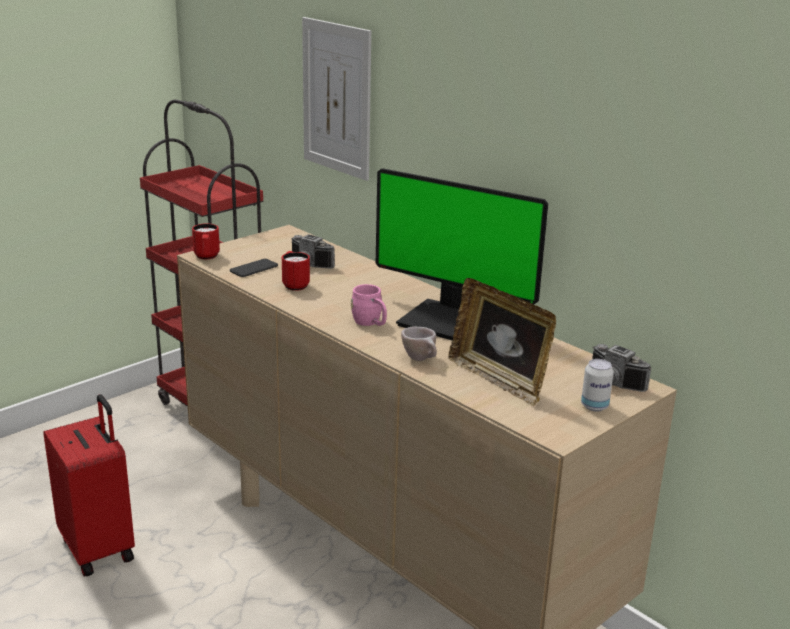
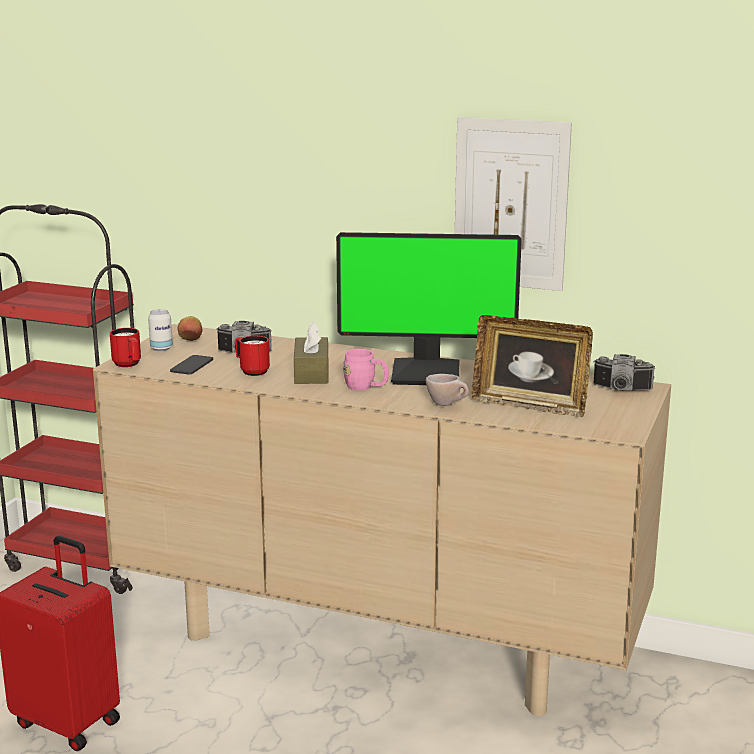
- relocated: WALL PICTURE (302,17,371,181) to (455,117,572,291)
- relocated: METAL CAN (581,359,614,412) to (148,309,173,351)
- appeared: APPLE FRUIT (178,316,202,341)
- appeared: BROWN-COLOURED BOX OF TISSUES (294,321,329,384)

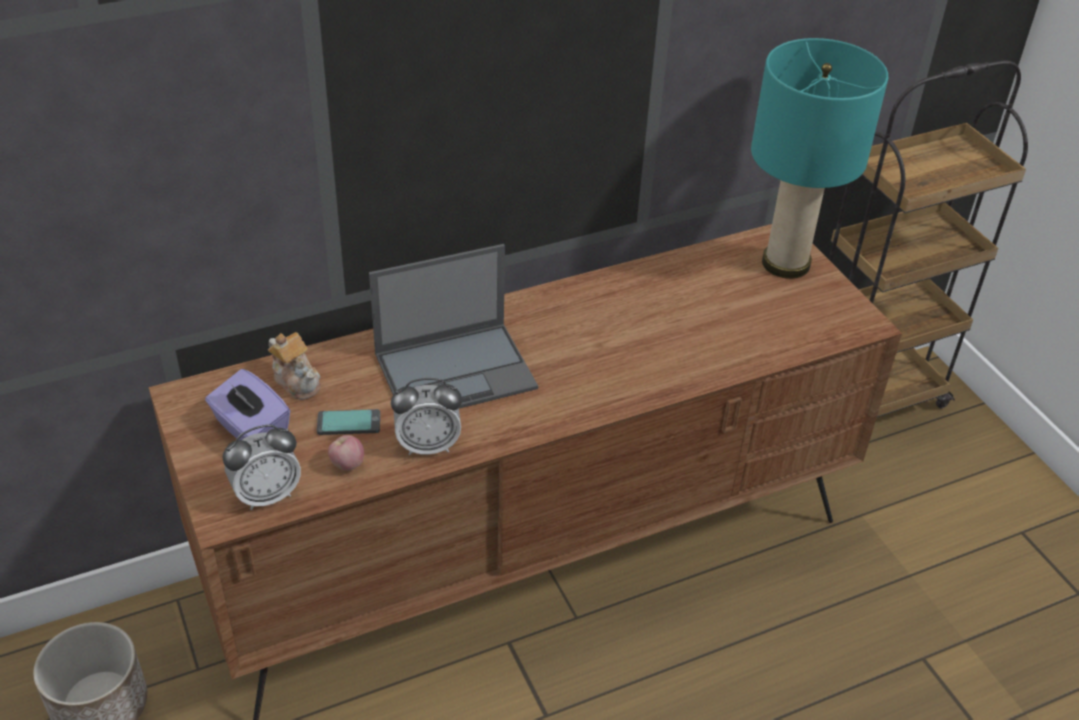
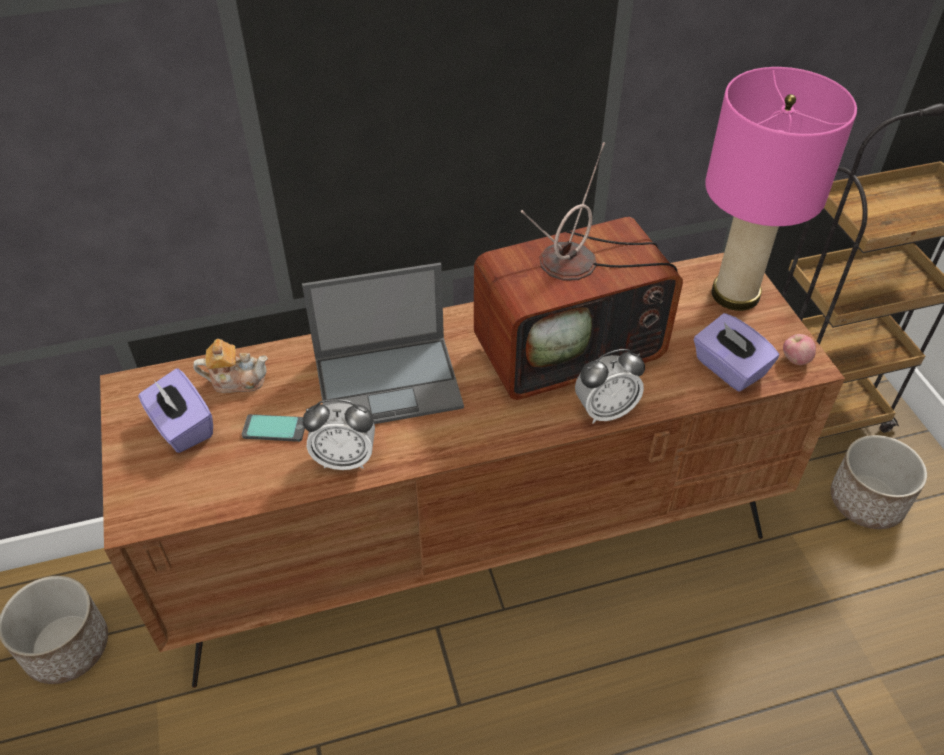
- relocated: BEDSIDE CLOCK (223,425,301,510) to (575,349,645,424)
- spun: TEA POT (268,332,321,400) = (193,339,268,393) 60 degrees counterclockwise
- relocated: APPLE FRUIT (328,435,364,471) to (783,334,816,365)
- colour: TURQUOISE-COLOURED LAMP FOR A TABLE (751,38,888,279) to PINKISH LAMP FOR A TABLE (705,67,857,311)
- appeared: TELEVISION (474,142,683,400)
- appeared: PURPLISH BOX OF TISSUES (693,313,779,392)
- appeared: PLANTER (831,435,927,529)

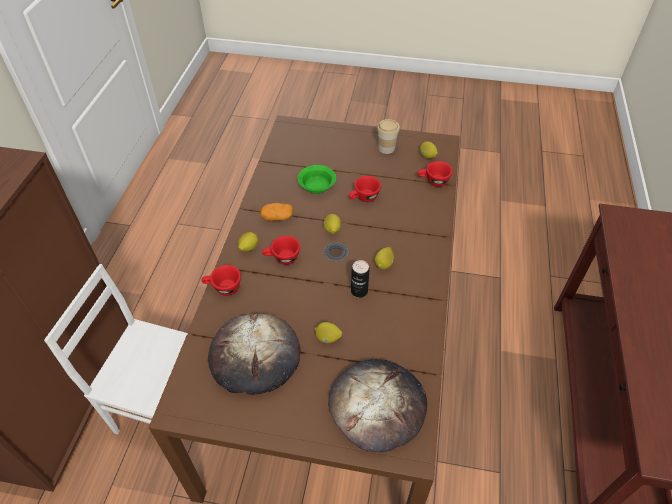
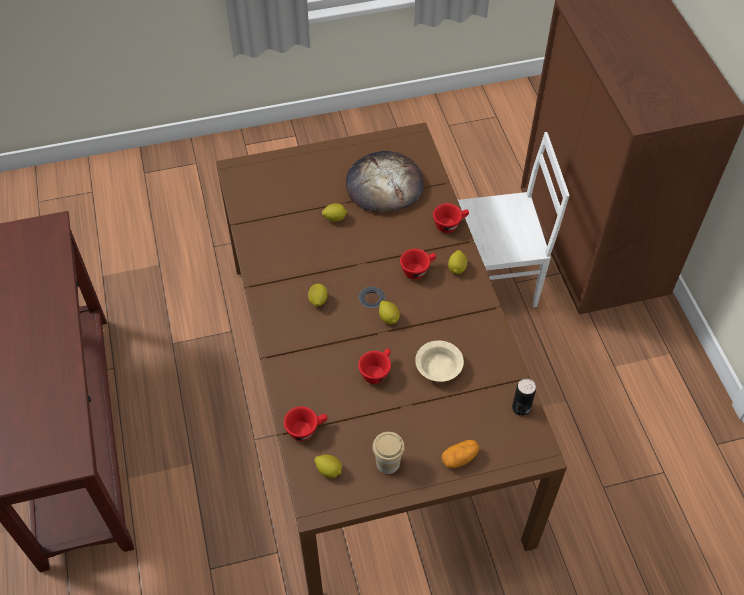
- relocated: SPUD (261,203,293,221) to (441,440,479,468)
- colour: GREEN-COLOURED SERVING BOWL (298,165,336,194) to SAND-COLOURED SERVING BOWL (415,341,464,382)
- missing: BAKED BREAD (328,359,427,453)
- relocated: METAL CAN (351,260,370,298) to (512,378,536,416)

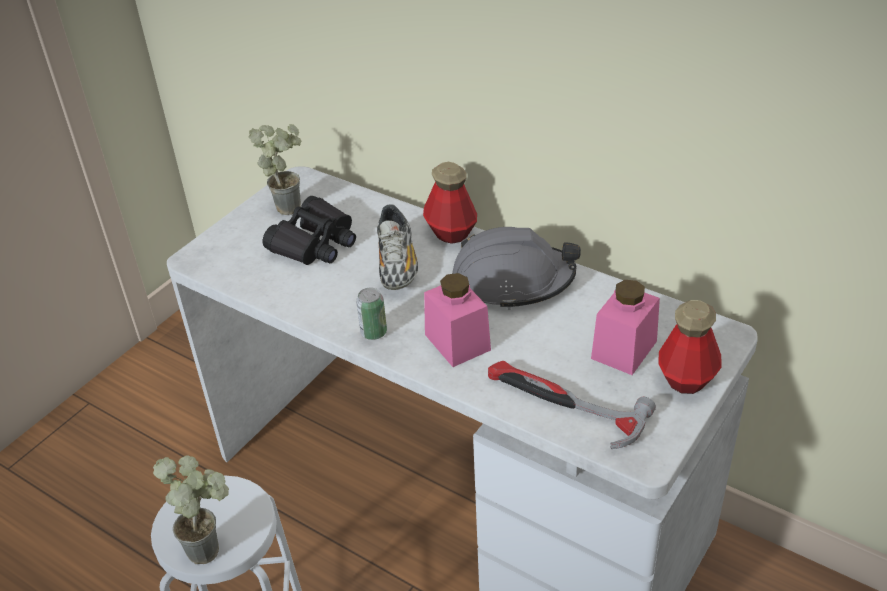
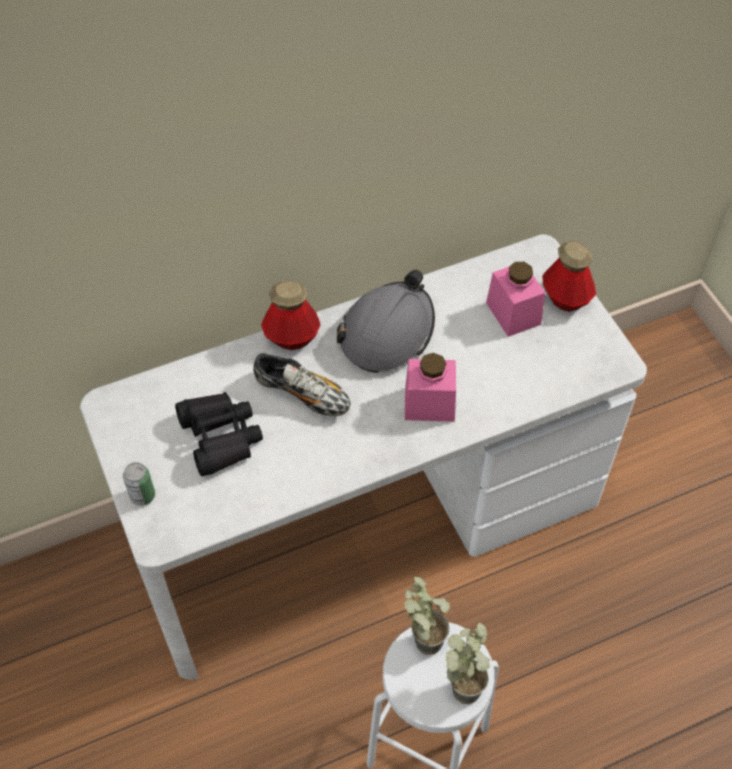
- relocated: HOUSEPLANT (249,124,301,215) to (404,577,450,655)
- relocated: METAL CAN (356,287,387,340) to (123,462,155,506)
- missing: HAND HAMMER (488,361,656,449)

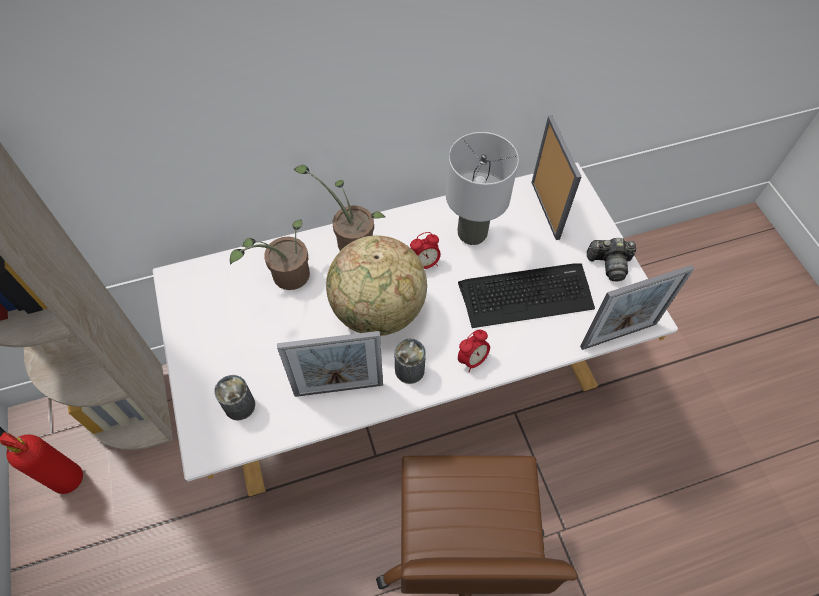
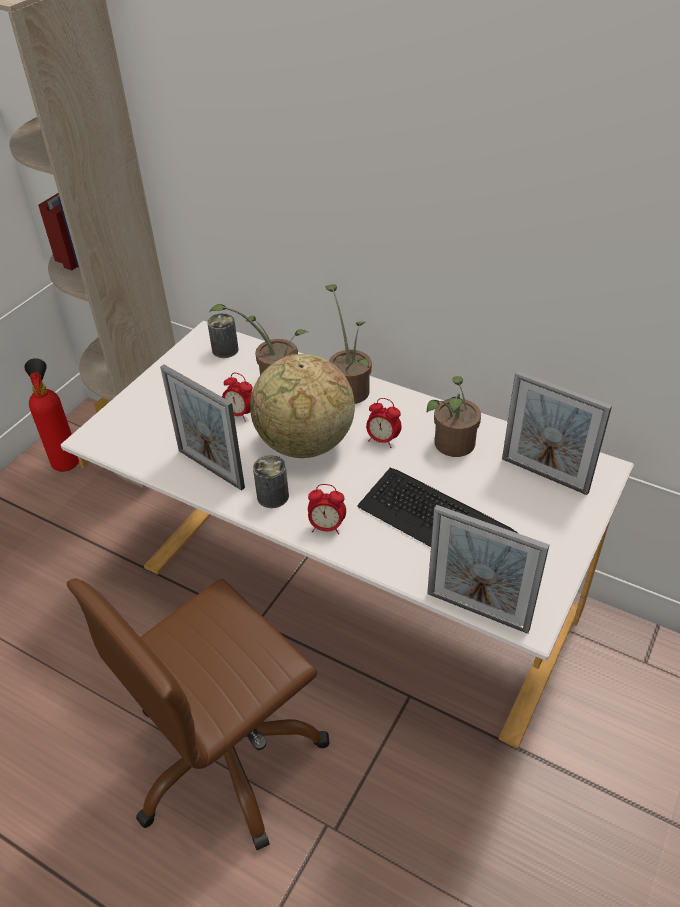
- relocated: METAL CAN (214,375,255,421) to (207,313,238,358)
- exchanged: WHITE LAMP FOR A TABLE (446,132,519,245) to HOUSEPLANT (427,376,481,457)
- spun: PHOTO FRAME (531,115,582,240) = (502,371,612,495) 90 degrees clockwise
- missing: STILL CAMERA (587,238,636,281)
- appeared: BEDSIDE CLOCK (222,373,253,422)

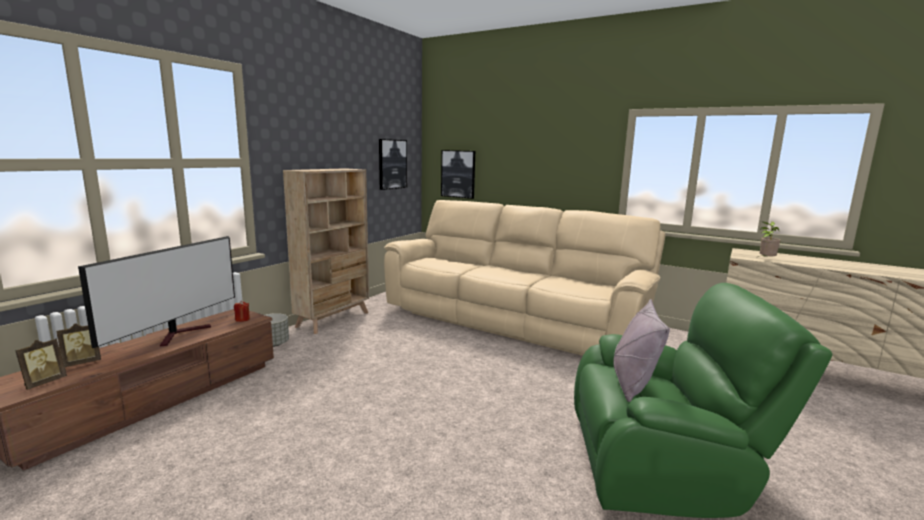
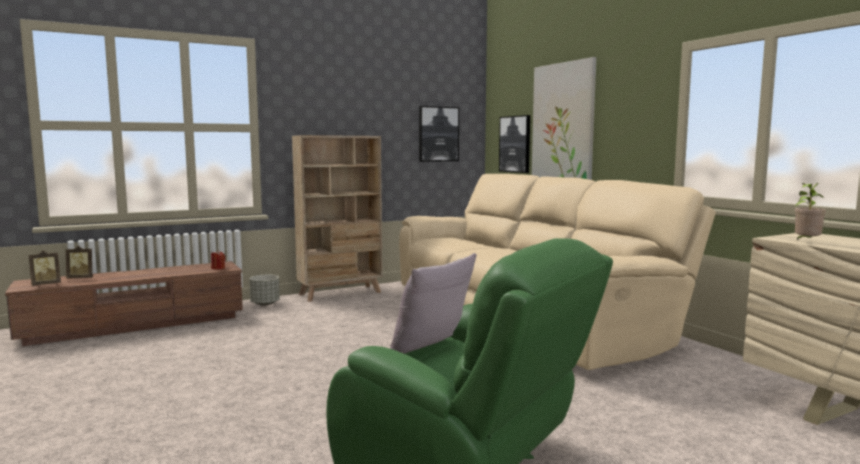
- missing: TELEVISION (78,236,235,348)
- appeared: WALL PICTURE (532,57,596,180)

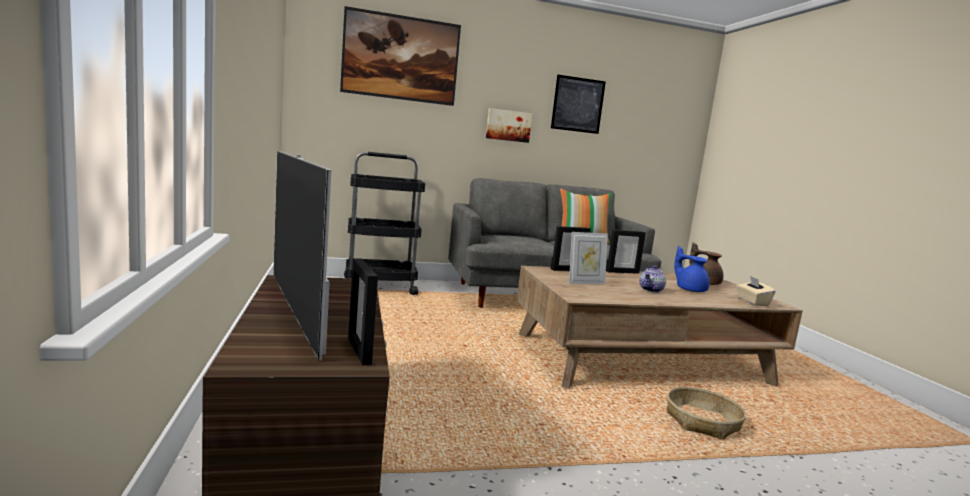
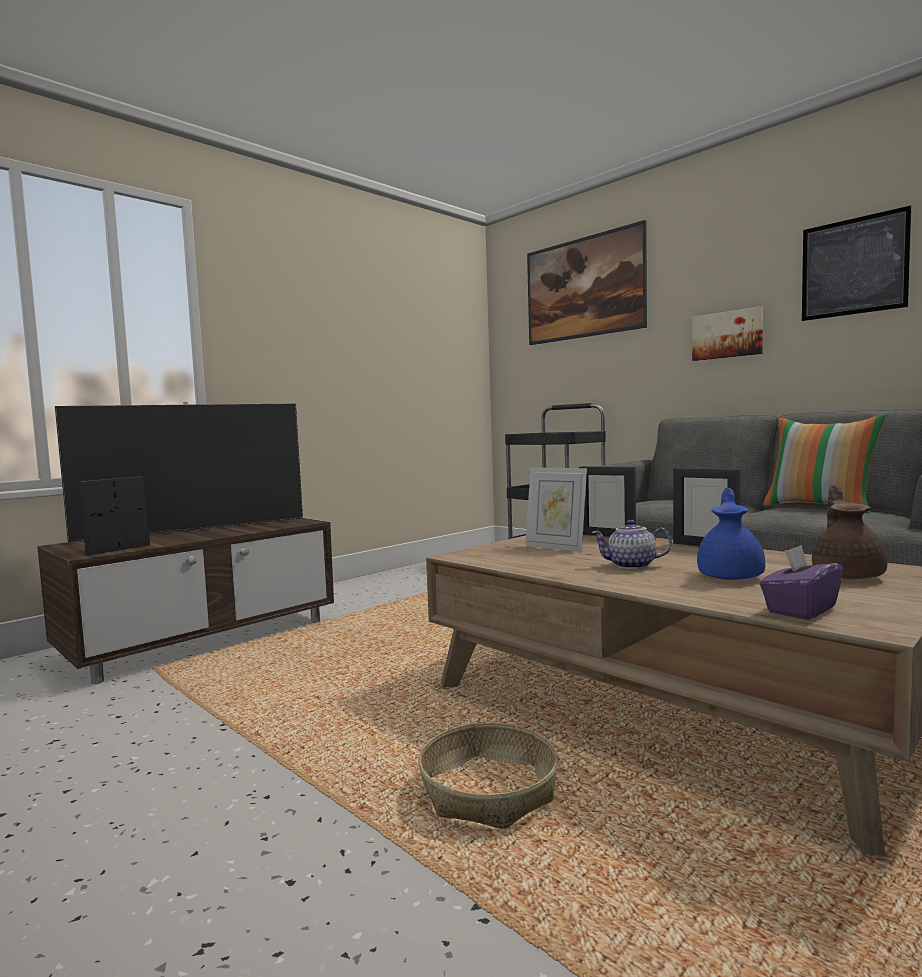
- spun: TELEVISION (273,151,331,360) = (55,402,303,542) 150 degrees counterclockwise
- colour: SAND-COLOURED BOX OF TISSUES (736,276,775,306) to PURPLISH BOX OF TISSUES (760,545,843,620)

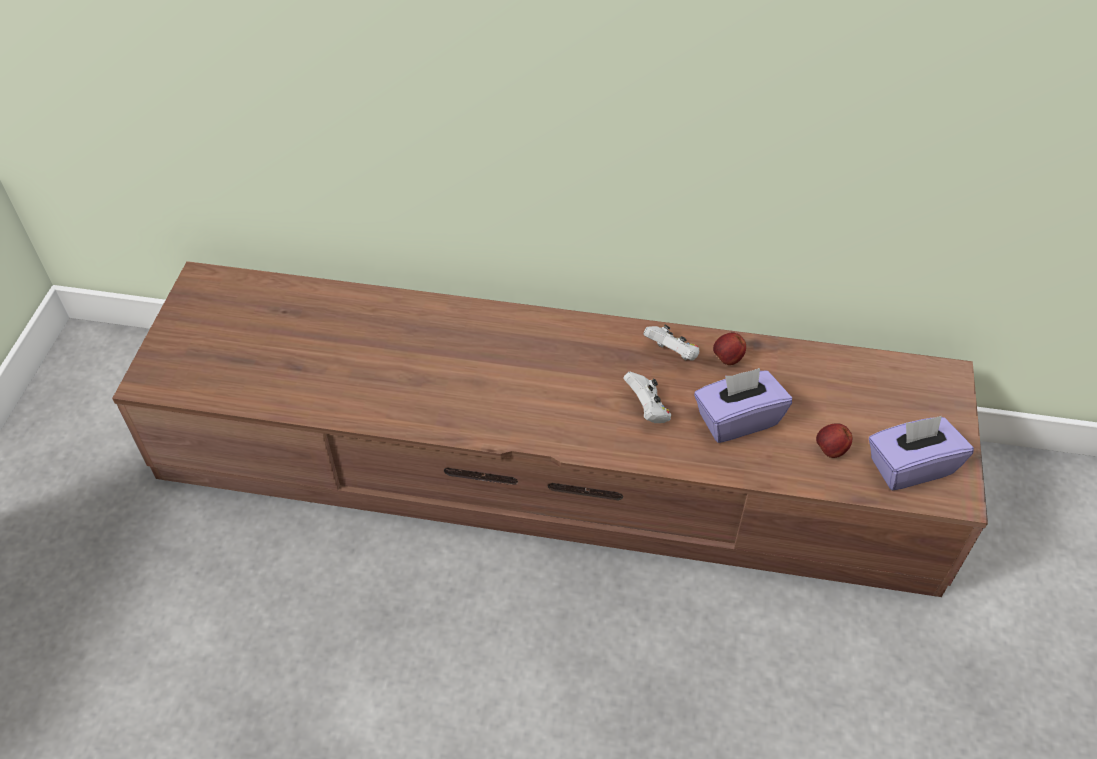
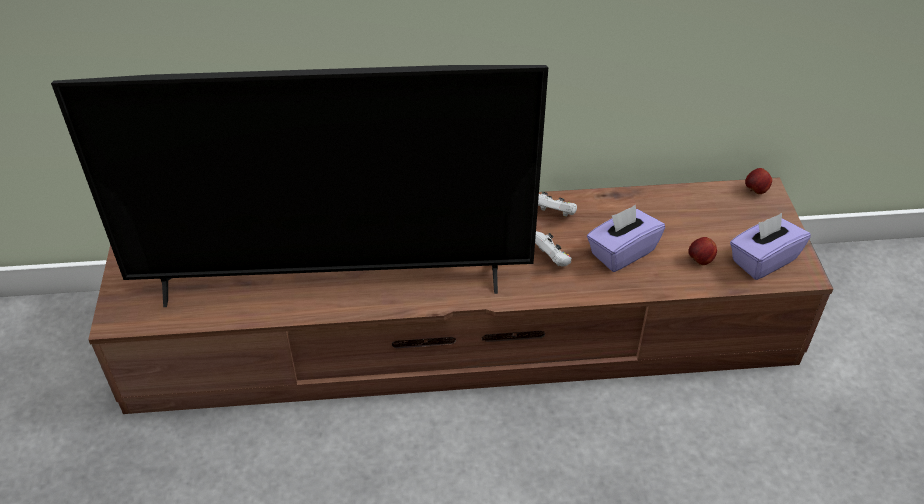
- relocated: APPLE FRUIT (713,332,746,365) to (745,168,772,194)
- appeared: TELEVISION (51,65,548,307)

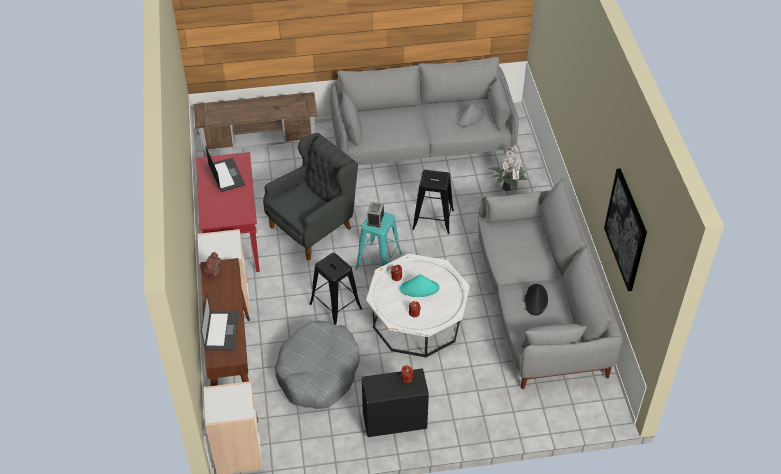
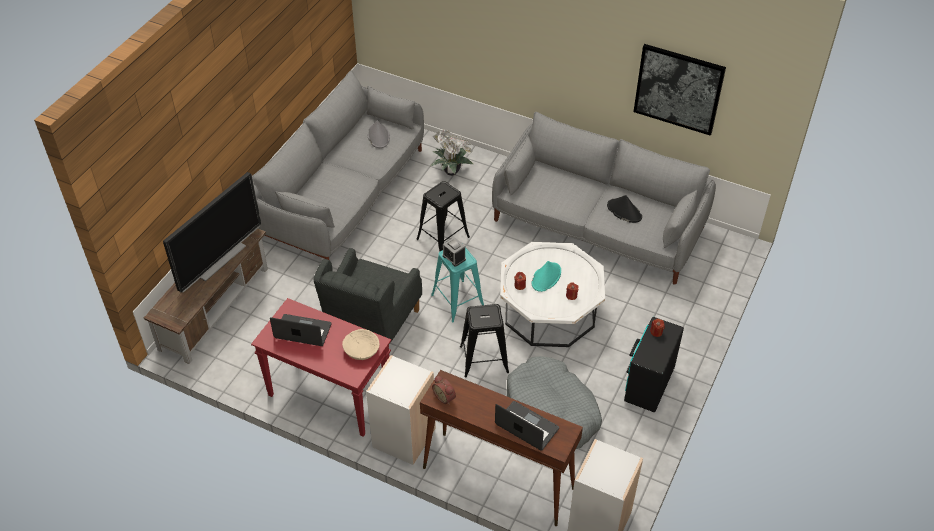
- spun: GREY ARMCHAIR (263,133,358,261) = (313,248,422,344) 150 degrees counterclockwise
- appeared: TELEVISION (163,172,261,292)
- appeared: SAND-COLOURED SERVING BOWL (342,329,379,360)

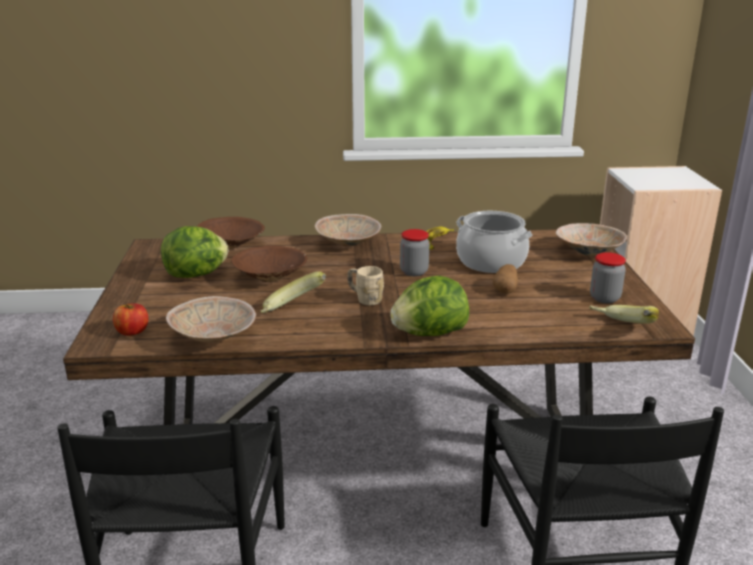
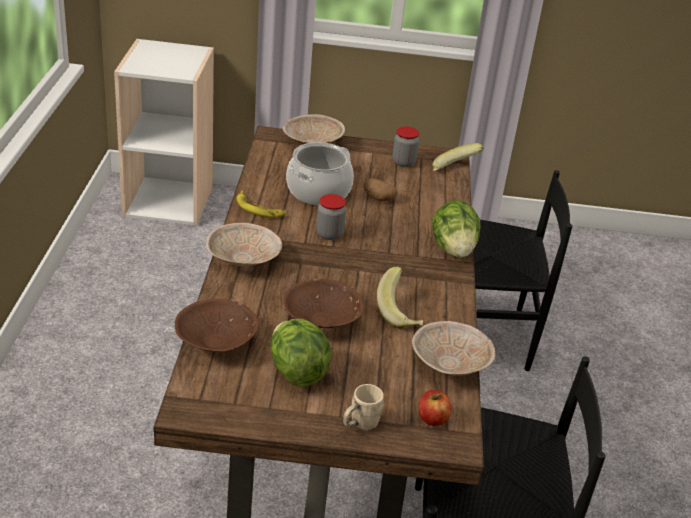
- relocated: SAND-COLOURED TEA MUG (347,266,384,306) to (343,384,384,430)

